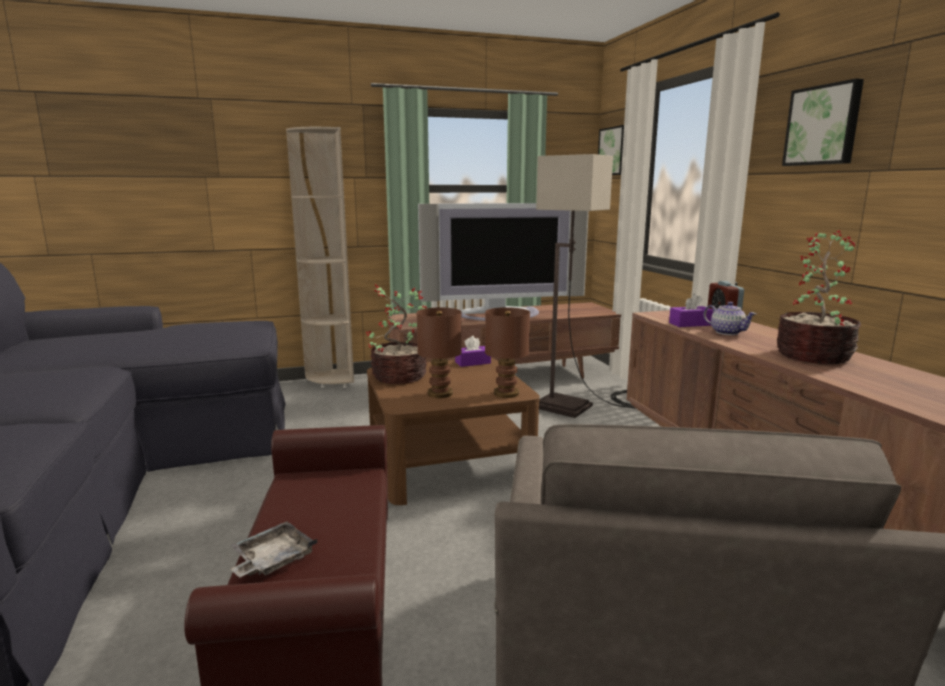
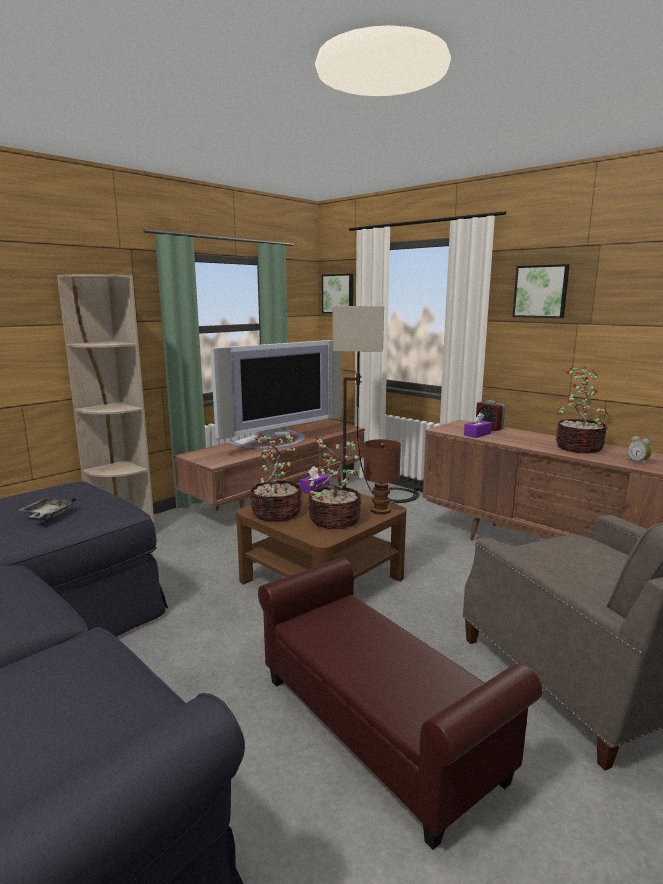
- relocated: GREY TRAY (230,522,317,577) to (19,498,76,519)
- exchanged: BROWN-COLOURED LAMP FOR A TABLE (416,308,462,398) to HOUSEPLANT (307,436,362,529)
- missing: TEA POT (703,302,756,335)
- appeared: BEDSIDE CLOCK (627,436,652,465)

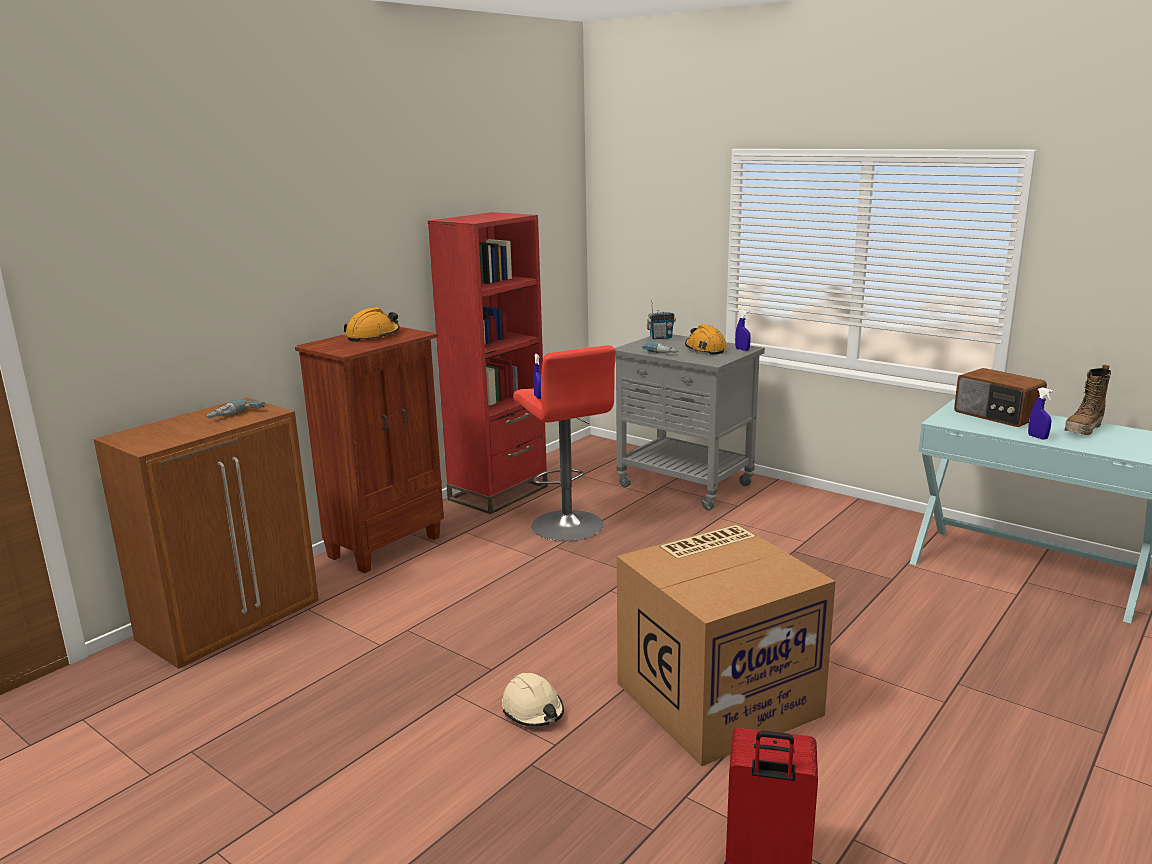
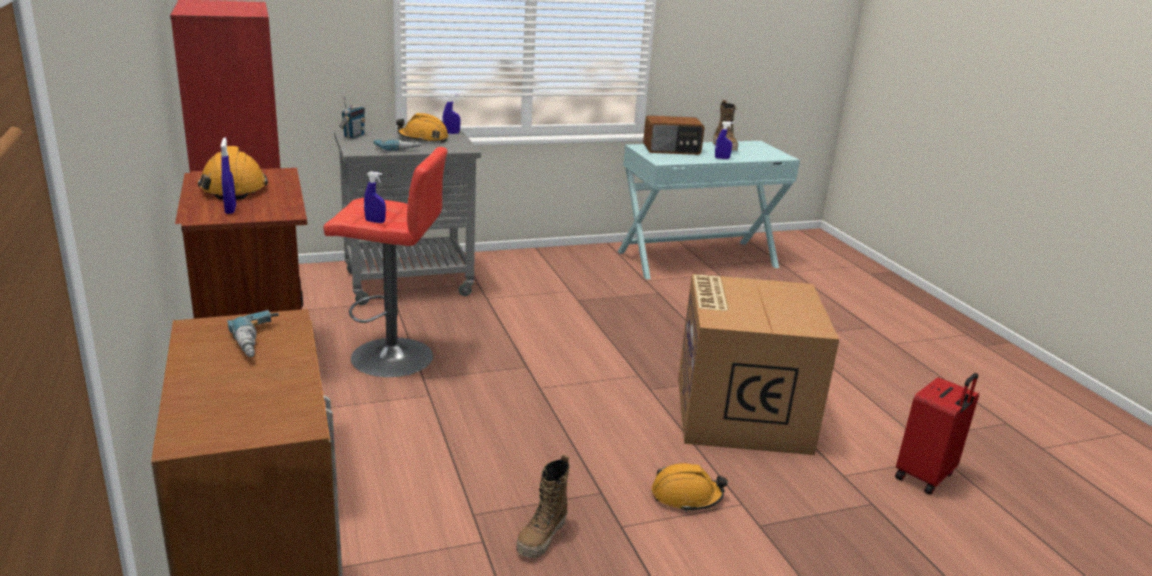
- colour: SAND-COLOURED HARD HAT (502,673,564,727) to ORANGE HARD HAT (651,463,728,512)
- appeared: BLUISH SPRAYER (221,138,236,214)
- appeared: HIGH-TOP BOOT (516,455,570,558)

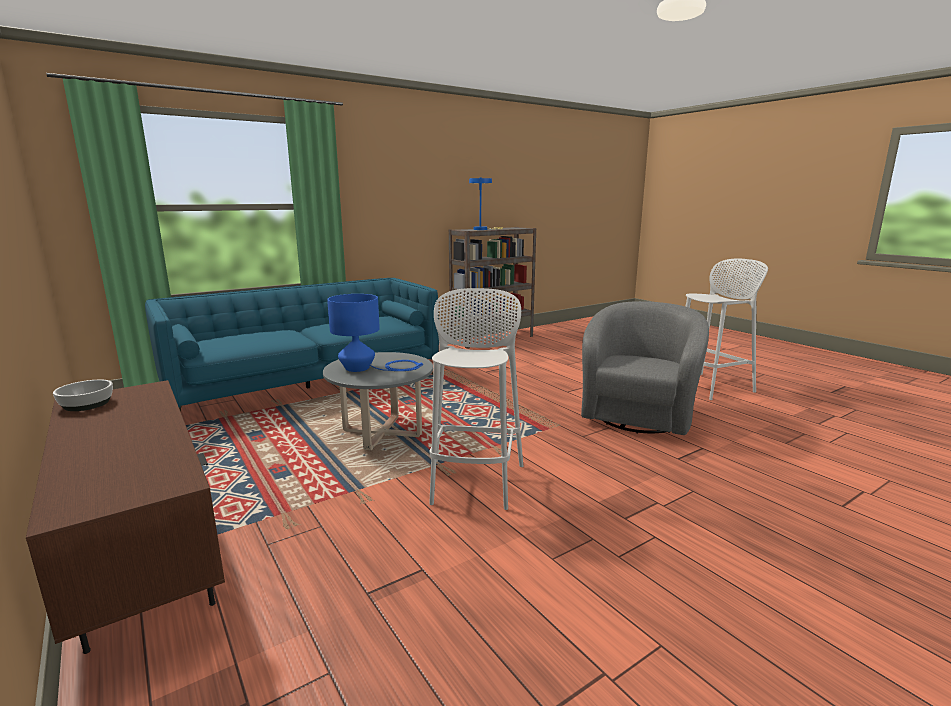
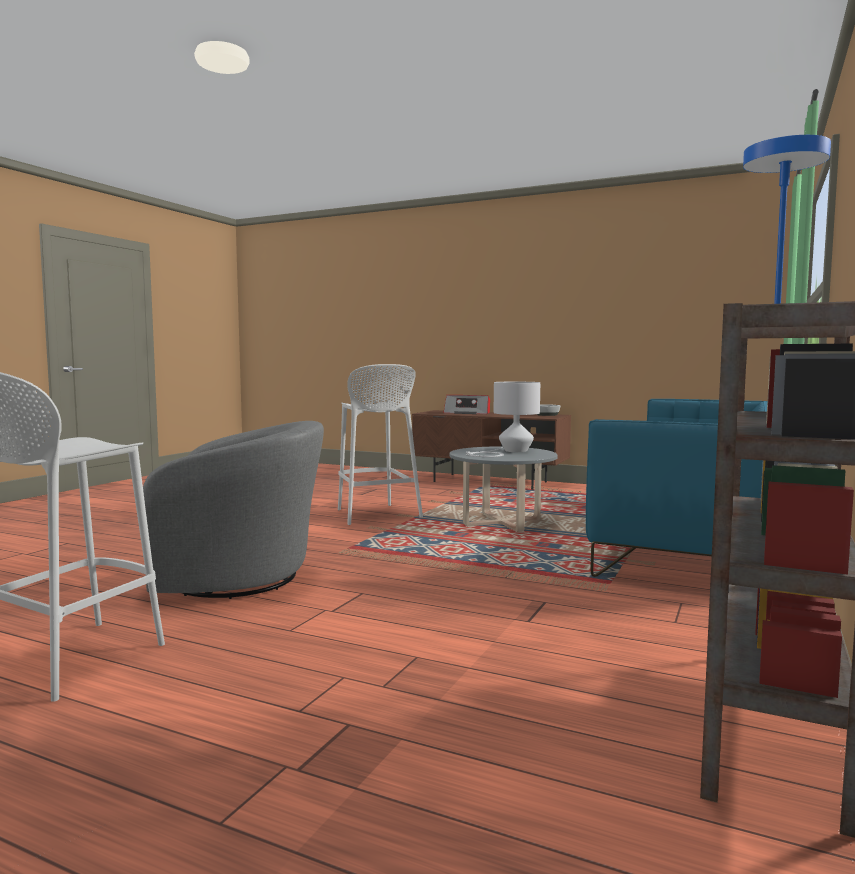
- colour: BLUISH LAMP FOR A TABLE (327,294,423,372) to WHITE LAMP FOR A TABLE (466,382,540,457)
- spun: GREY ARMCHAIR (581,301,709,435) = (143,421,324,599) 90 degrees counterclockwise
- appeared: RADIO SET (443,395,490,414)

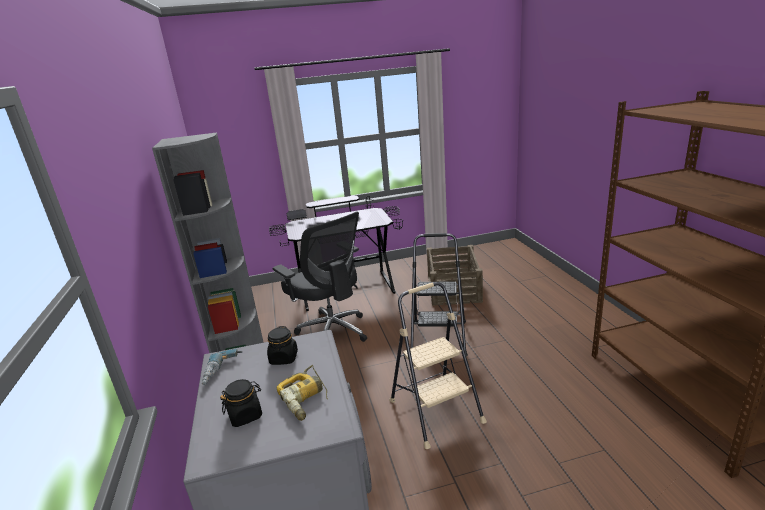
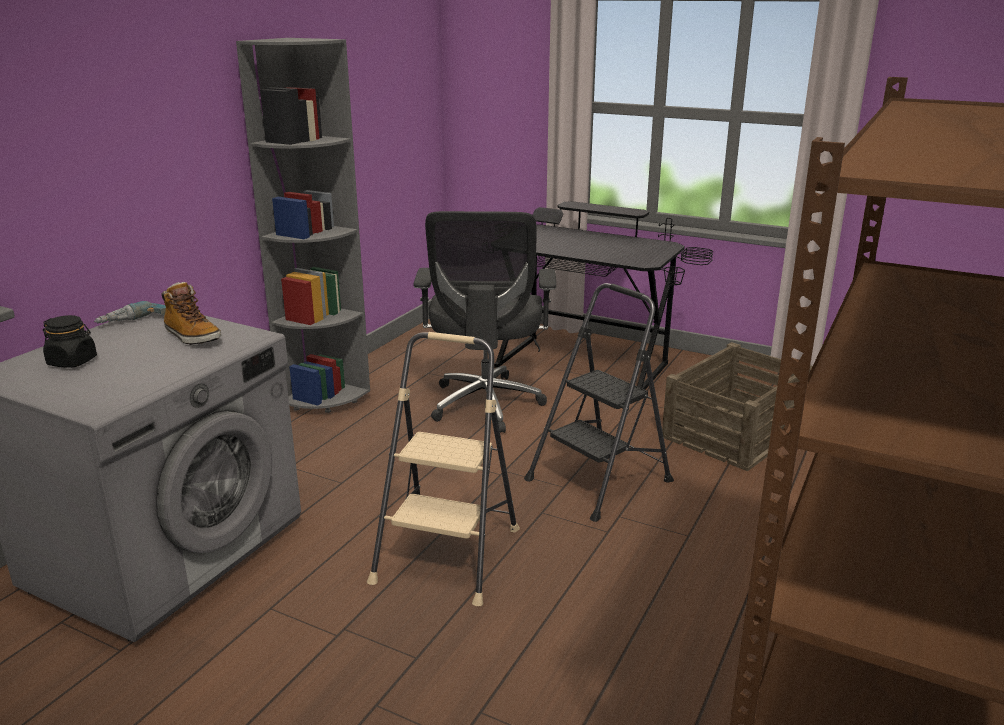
- exchanged: BLACK JAR (267,326,298,365) to HIGH-TOP BOOT (161,282,221,345)
- missing: POWER DRILL (277,365,328,421)

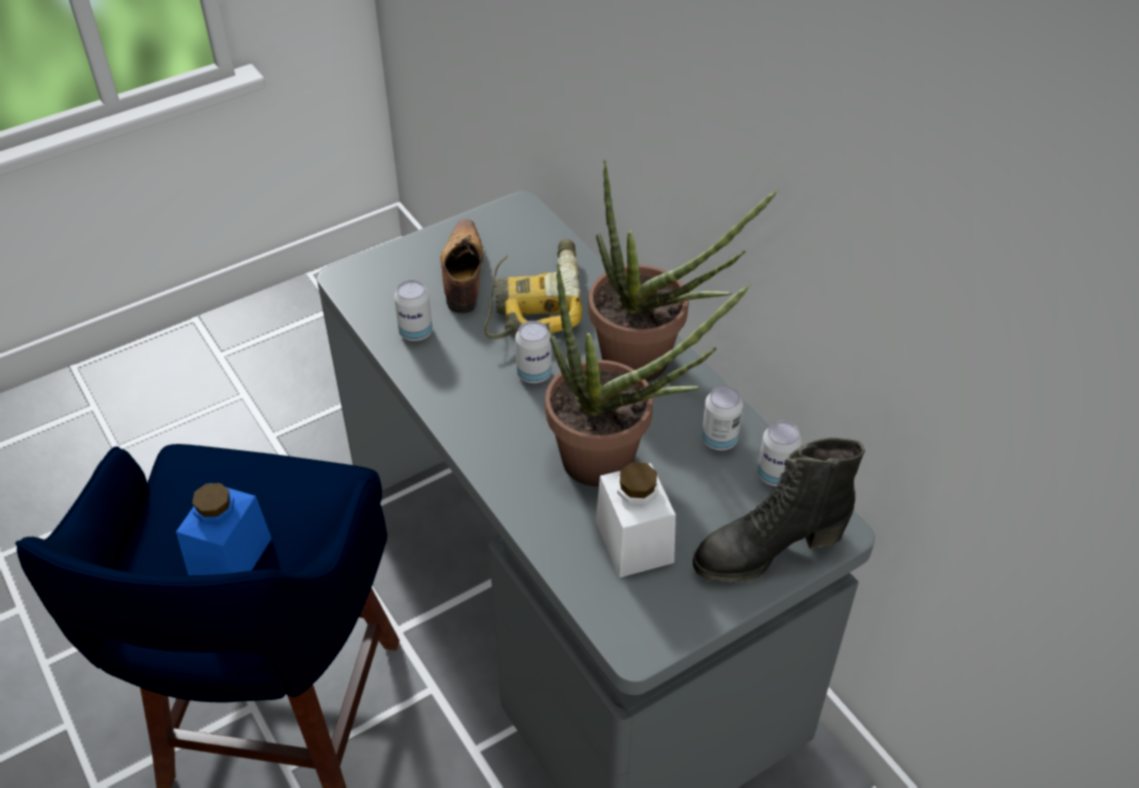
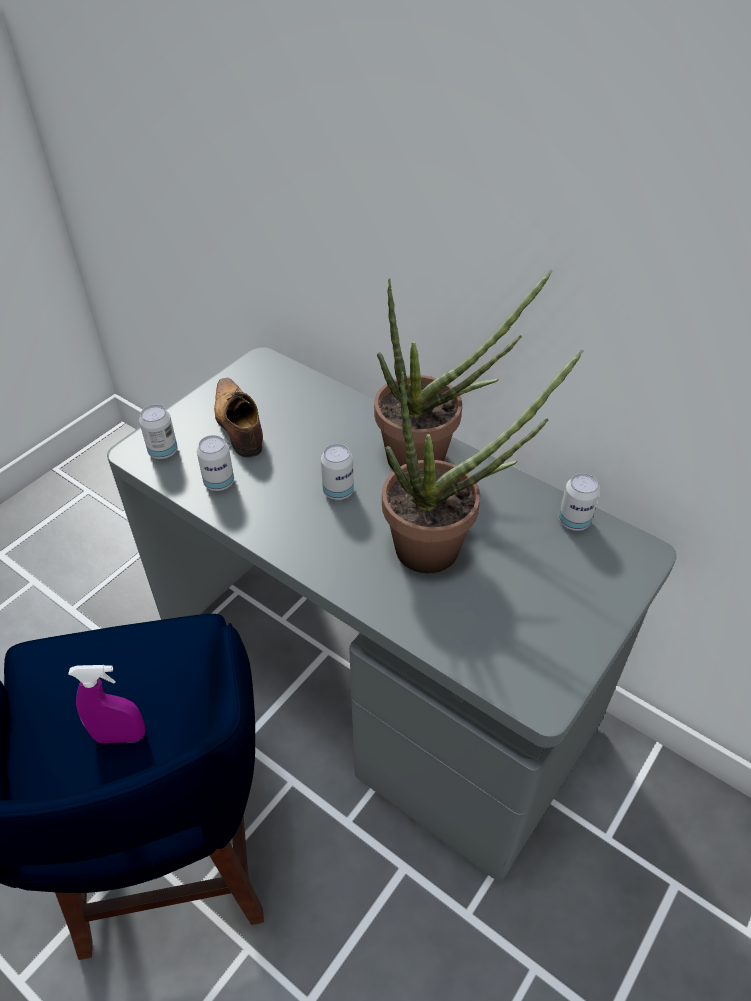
- exchanged: BLUISH JAR (176,483,272,575) to PURPLISH SPRAYER (68,665,146,743)
- missing: POWER DRILL (484,239,582,339)
- missing: WHITE JAR (596,462,676,578)
- missing: BLACK HIGH-TOP BOOT (693,438,865,582)
- relocated: METAL CAN (702,386,743,450) to (139,405,178,459)

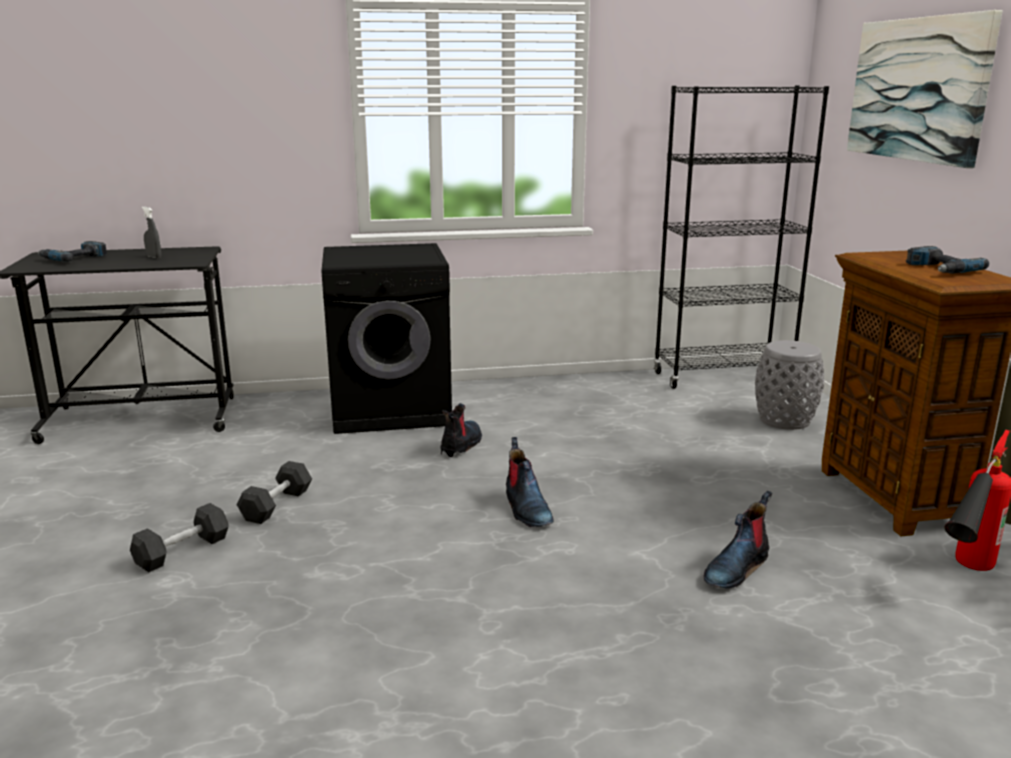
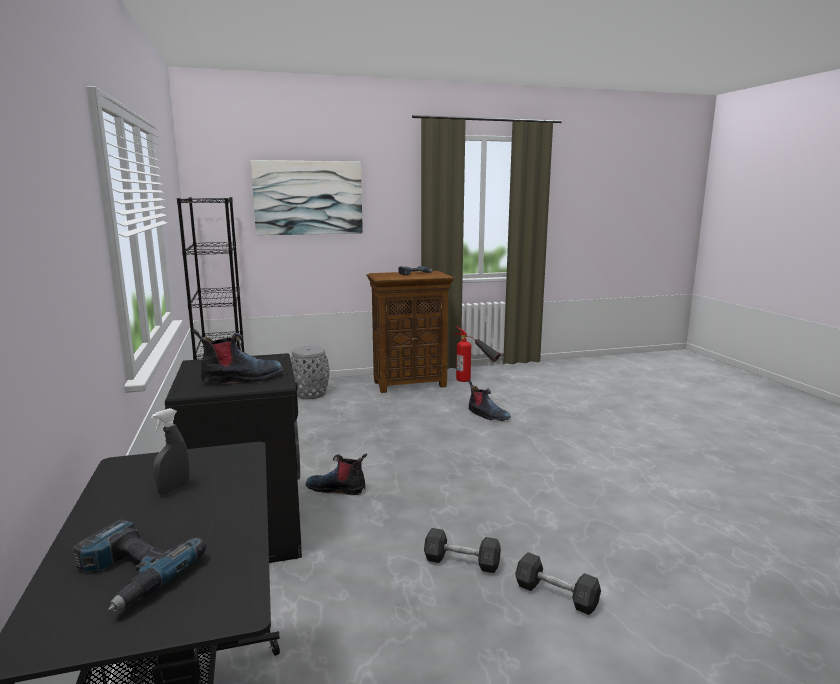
- relocated: HIGH-TOP BOOT (506,437,554,527) to (192,329,283,383)

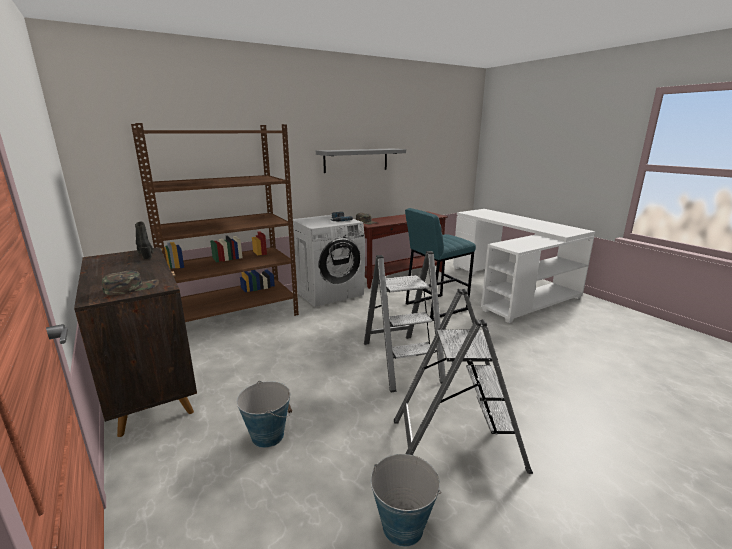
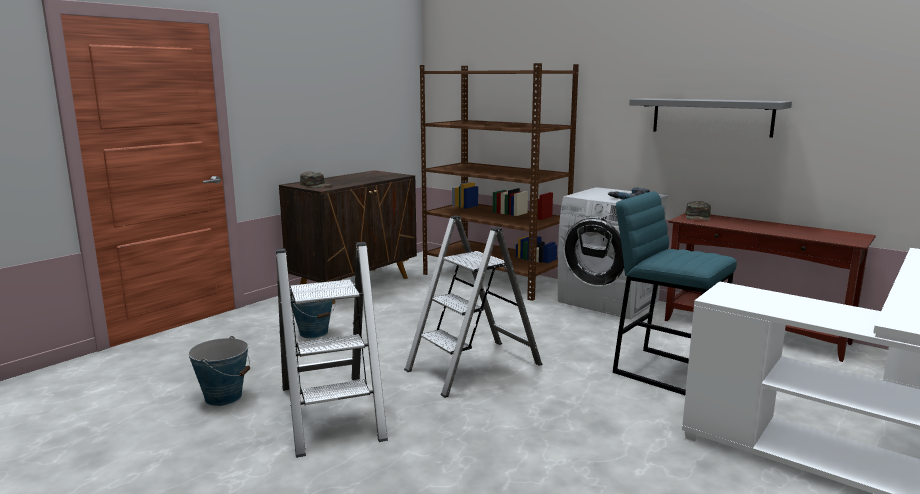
- missing: BLACK HIGH-TOP BOOT (135,221,154,260)

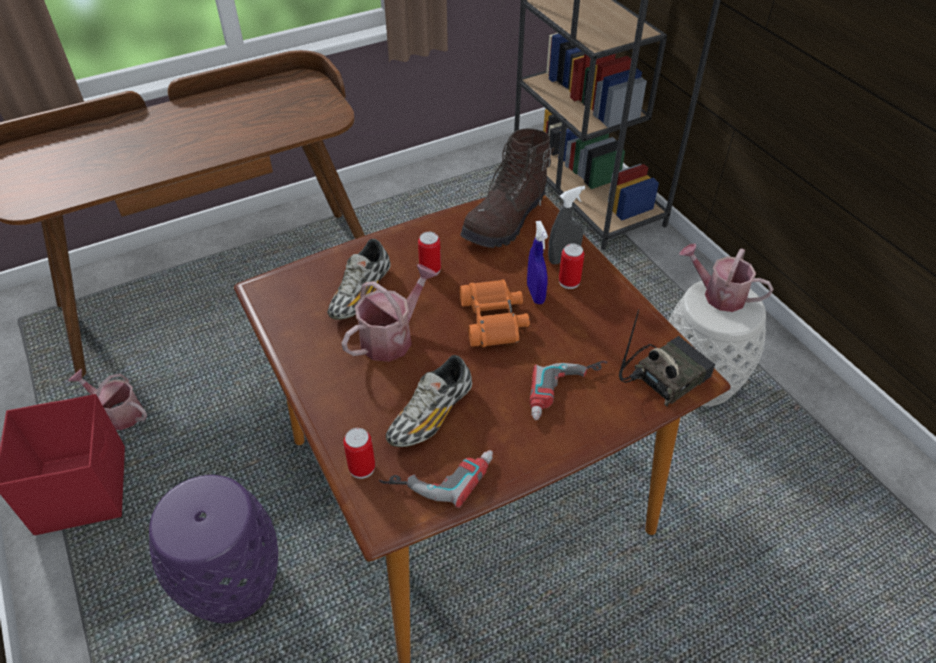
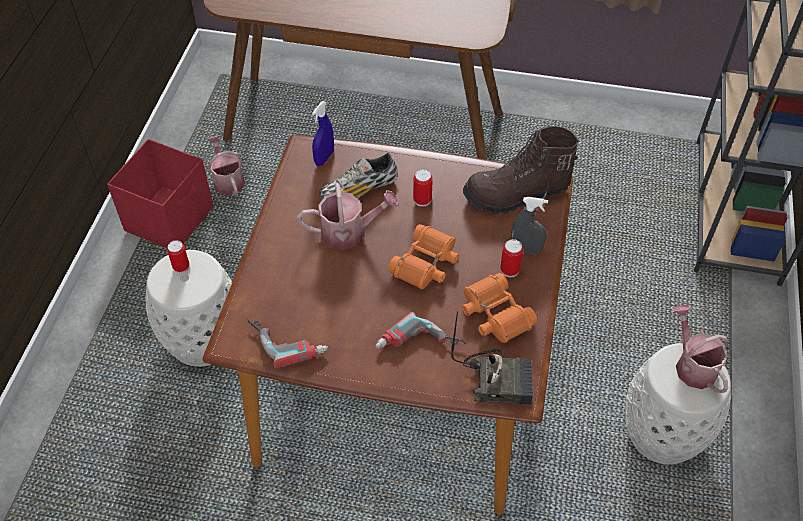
- colour: PURPLISH STOOL SEAT (149,475,278,623) to WHITE STOOL SEAT (146,250,232,367)
- relocated: METAL CAN (343,428,375,479) to (167,240,190,273)
- missing: LOW SHOE (386,355,472,447)
- relocated: BLUISH SPRAYER (527,221,548,304) to (312,101,334,166)
- appeared: ORANGE PAIR OF BINOCULARS (462,273,537,343)

